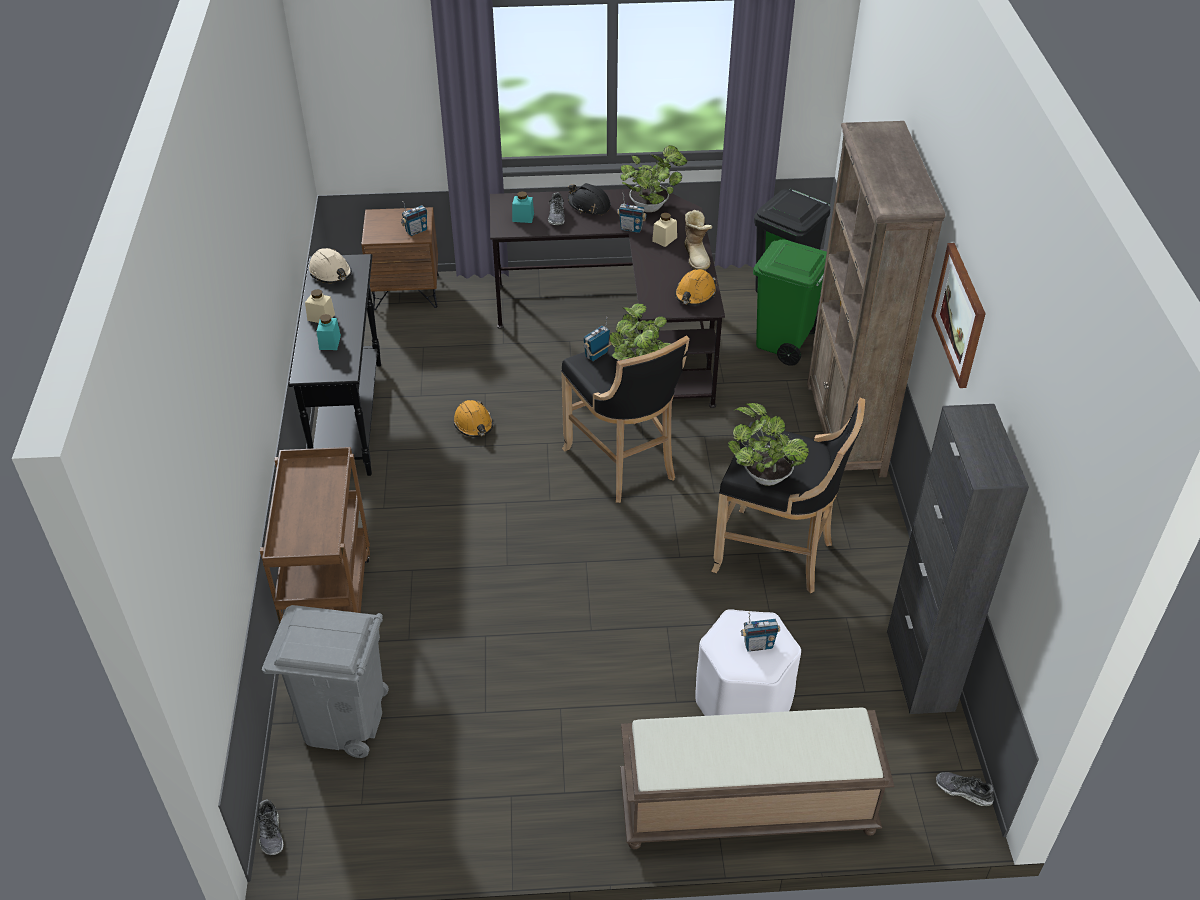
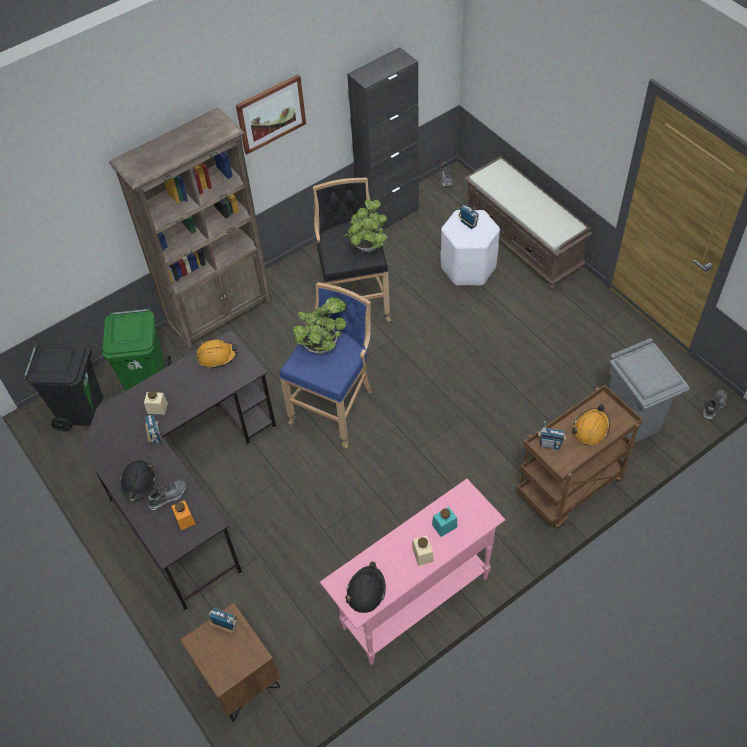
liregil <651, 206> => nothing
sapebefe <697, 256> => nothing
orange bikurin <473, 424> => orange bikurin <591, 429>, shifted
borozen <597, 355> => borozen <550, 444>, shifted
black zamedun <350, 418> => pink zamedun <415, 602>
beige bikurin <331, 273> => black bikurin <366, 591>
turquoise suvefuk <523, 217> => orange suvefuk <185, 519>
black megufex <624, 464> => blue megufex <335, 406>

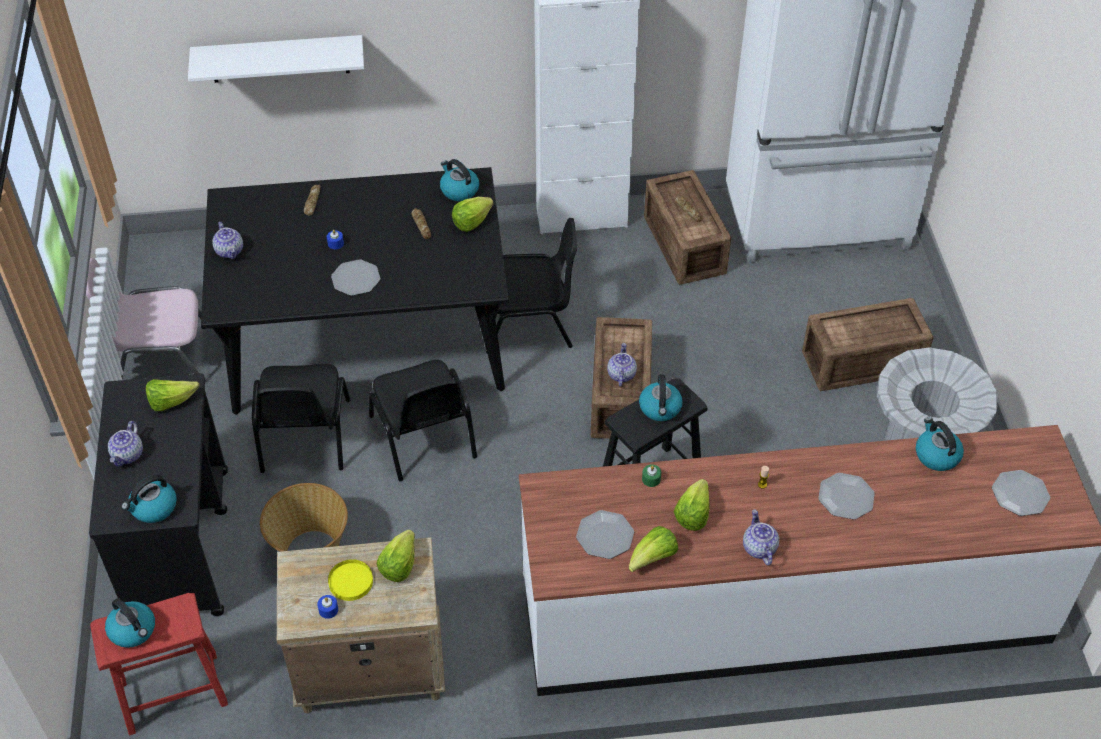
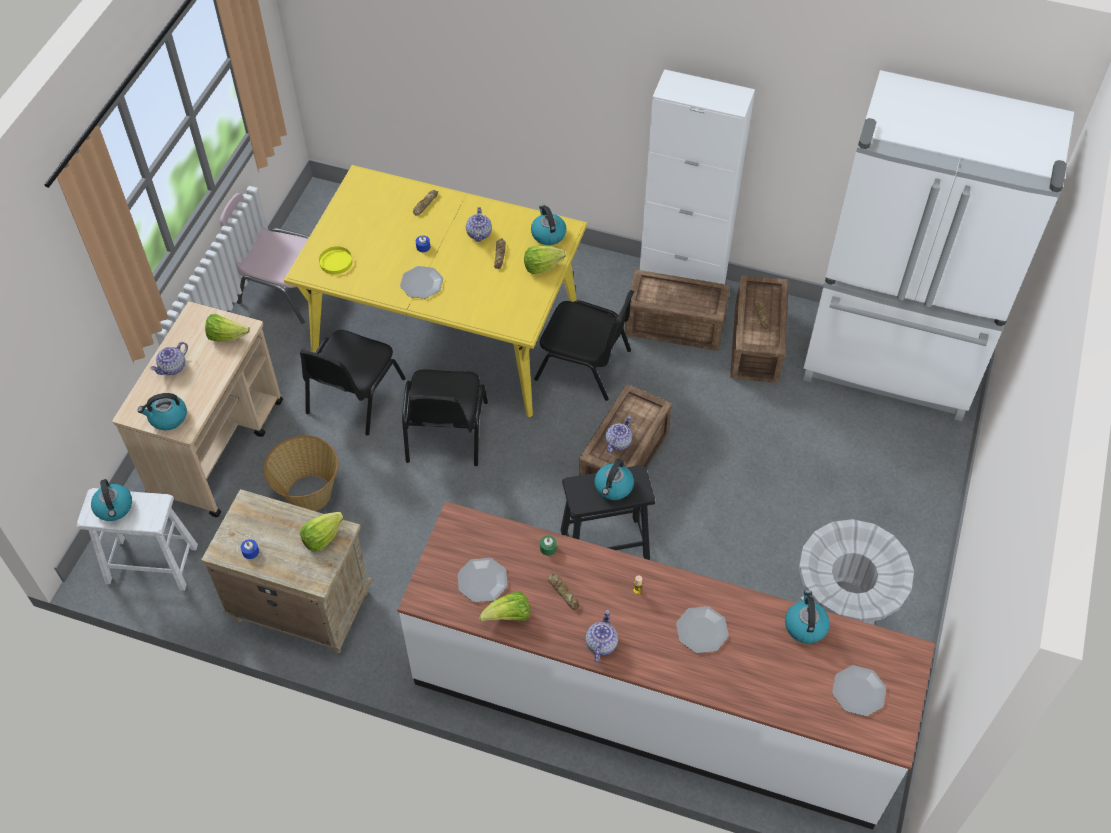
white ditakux <279, 59> => nothing
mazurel <230, 251> => mazurel <479, 234>, shifted
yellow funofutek <350, 581> => yellow funofutek <336, 261>, shifted
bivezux <864, 363> => bivezux <676, 326>, shifted
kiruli <692, 514> => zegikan <564, 592>
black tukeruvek <179, 543> => beige tukeruvek <217, 447>
red megufex <173, 692> => white megufex <152, 563>
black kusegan <368, 338> => yellow kusegan <447, 331>

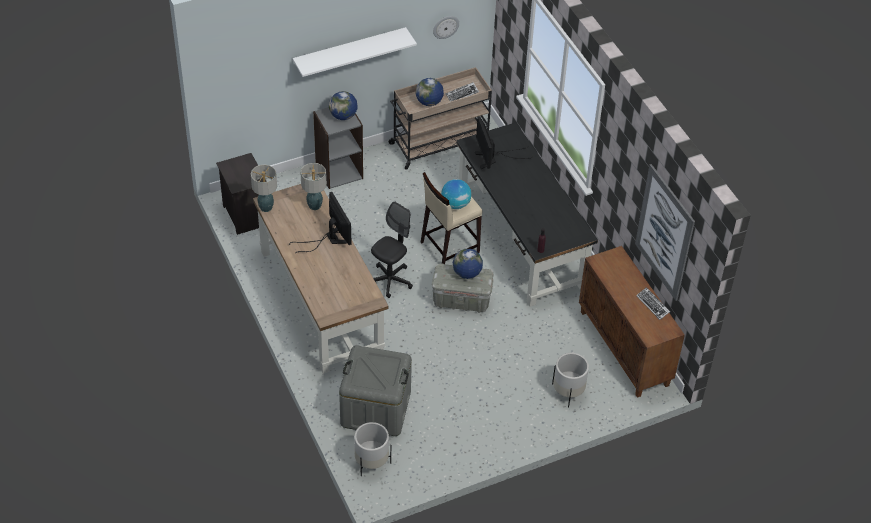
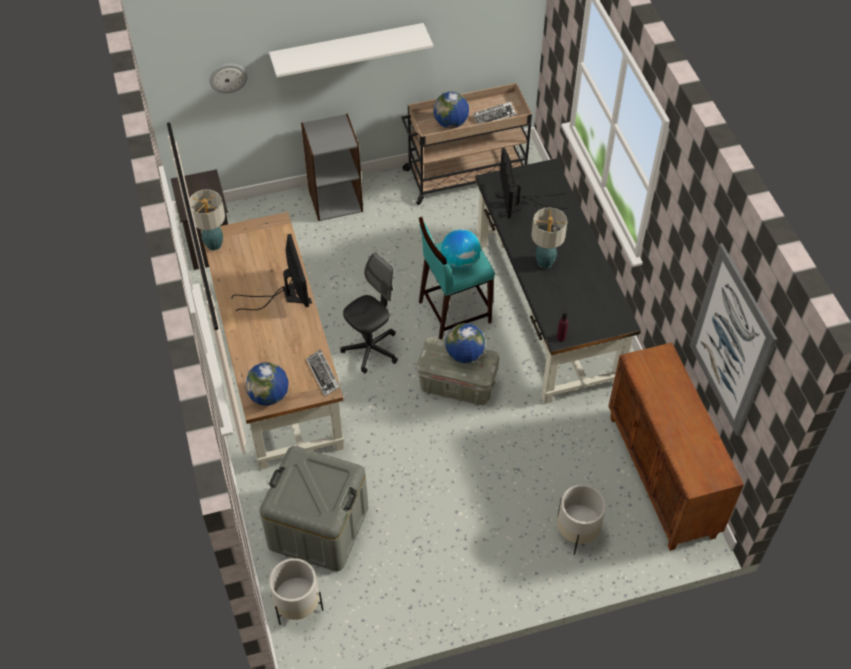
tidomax <315, 205> => tidomax <545, 262>, shifted
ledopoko <343, 116> => ledopoko <269, 396>, shifted
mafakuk <445, 26> => mafakuk <228, 77>, shifted
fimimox <653, 305> => fimimox <323, 374>, shifted
beige megufex <449, 247> => turquoise megufex <453, 312>

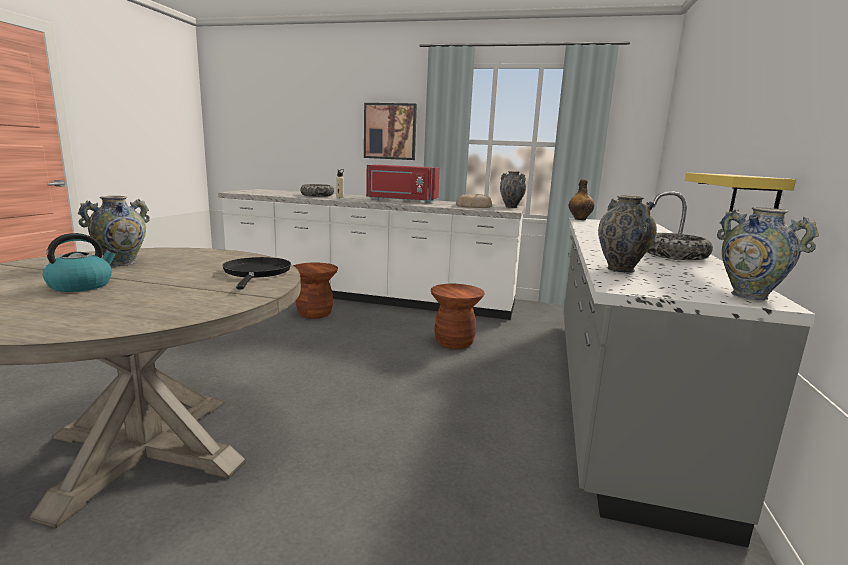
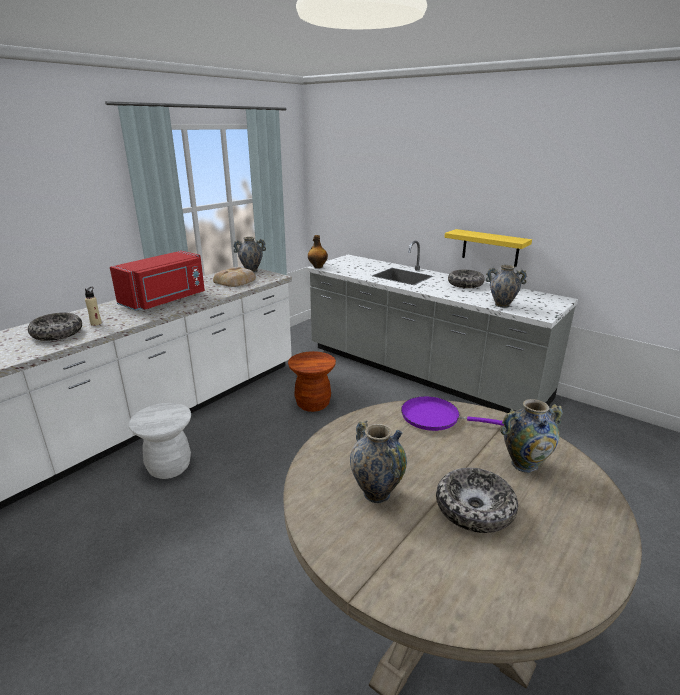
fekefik <390, 131> => nothing
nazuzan <749, 295> => nazuzan <524, 464>, shifted
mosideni <82, 285> => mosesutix <474, 508>
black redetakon <257, 273> => purple redetakon <434, 417>
brown megufex <315, 314> => white megufex <169, 467>

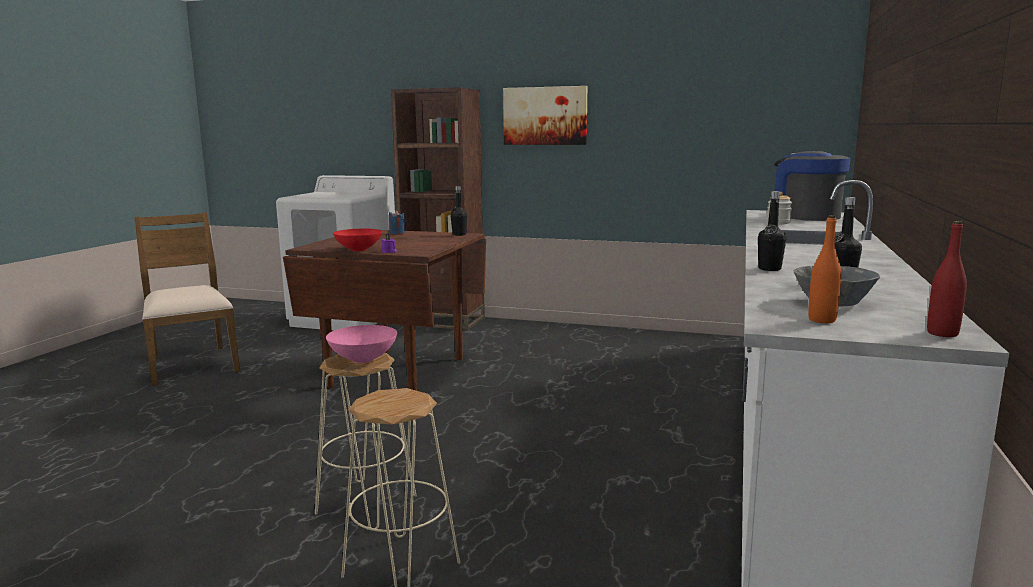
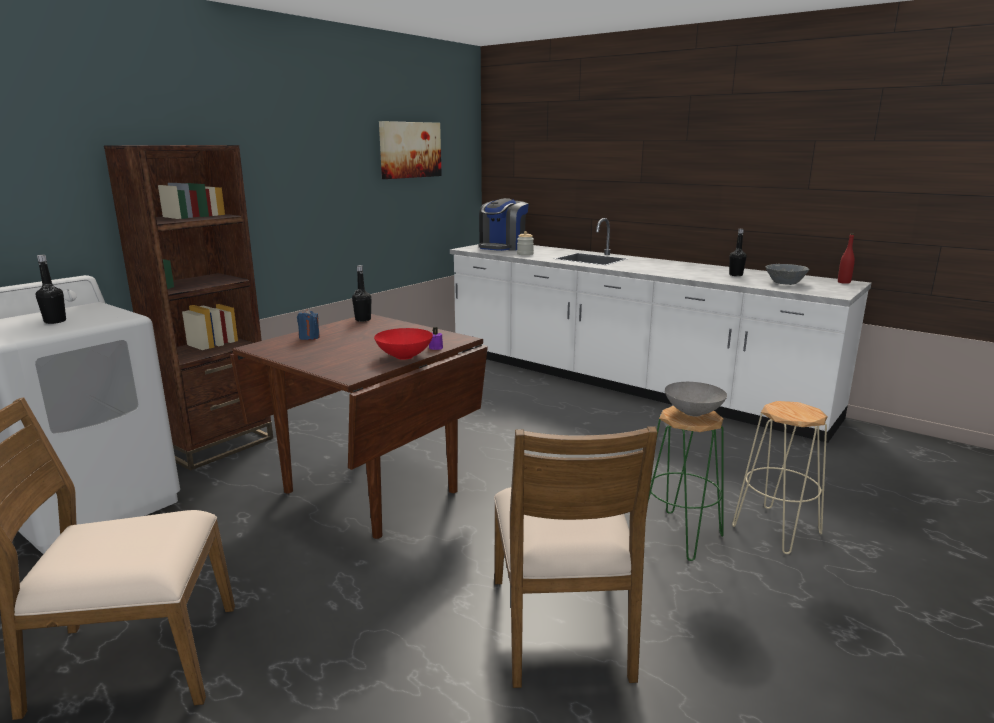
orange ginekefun <822, 320> => nothing
nothing => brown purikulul <562, 626>
fekefik <545, 116> => fekefik <410, 150>, shifted
black ginekefun <769, 269> => black ginekefun <55, 321>, shifted
beige megufex <366, 505> => green megufex <680, 536>
pink mosesutix <362, 359> => grey mosesutix <693, 413>
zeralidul <804, 216> => zeralidul <502, 247>, 60 degrees counterclockwise

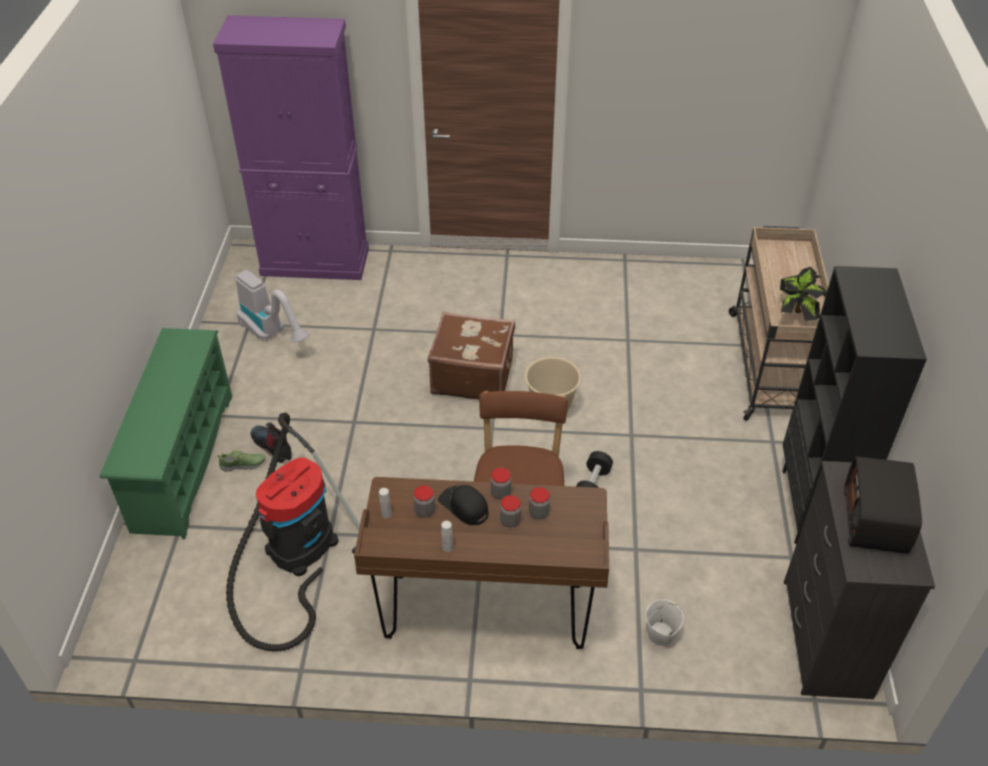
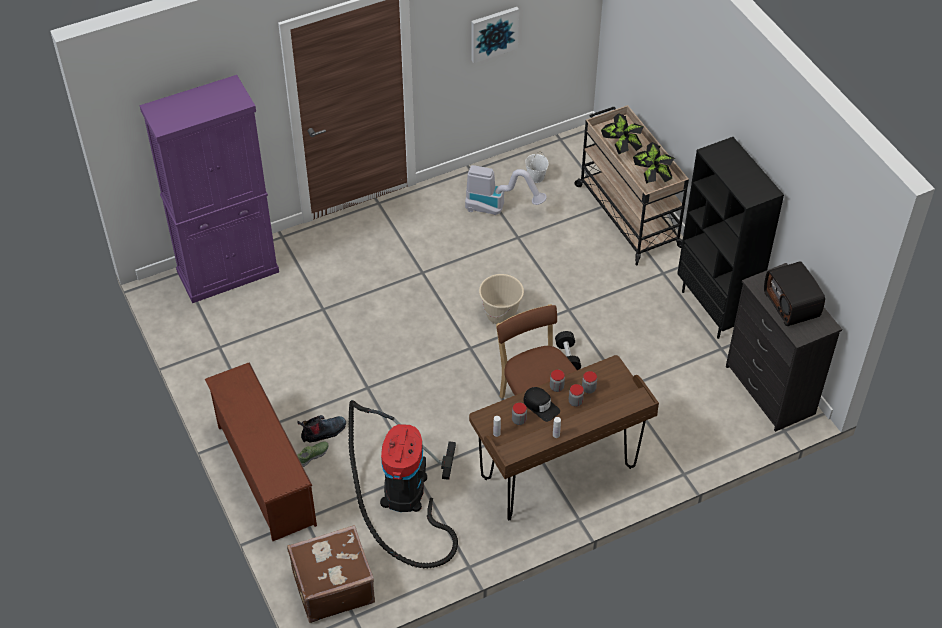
nothing => fekefik <494, 33>
nothing => liregil <621, 149>
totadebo <273, 334> => totadebo <498, 208>, shifted
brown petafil <472, 375> => brown petafil <332, 586>, shifted
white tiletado <660, 635> => white tiletado <536, 177>, shifted
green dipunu <182, 461> => brown dipunu <264, 474>
sapebefe <273, 446> => sapebefe <323, 432>, 135 degrees clockwise
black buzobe <464, 506> => black buzobe <540, 406>, 150 degrees counterclockwise

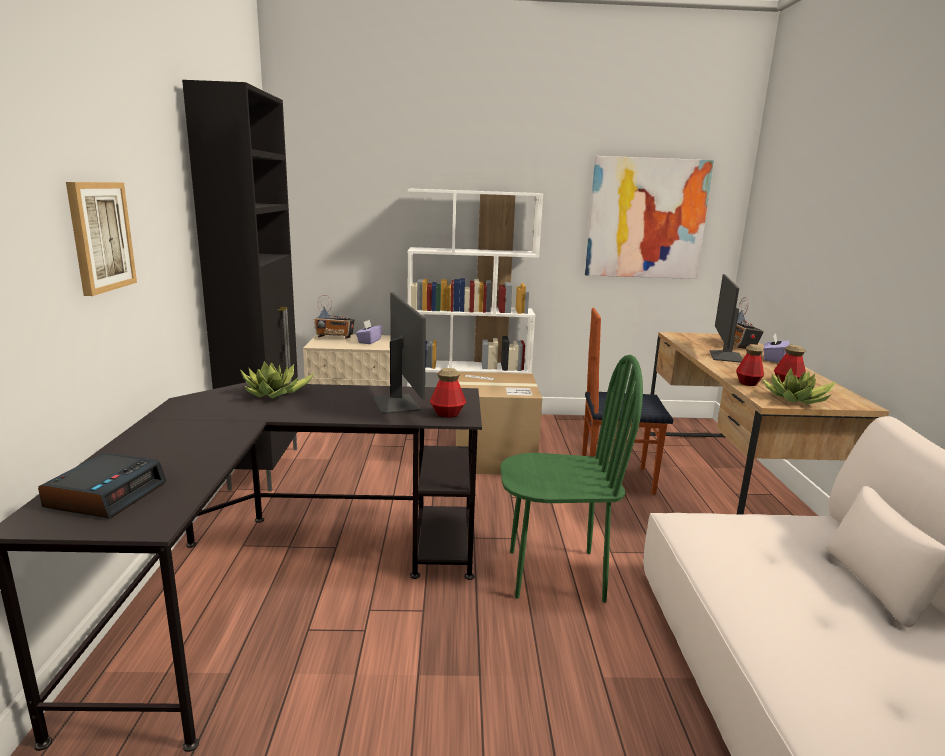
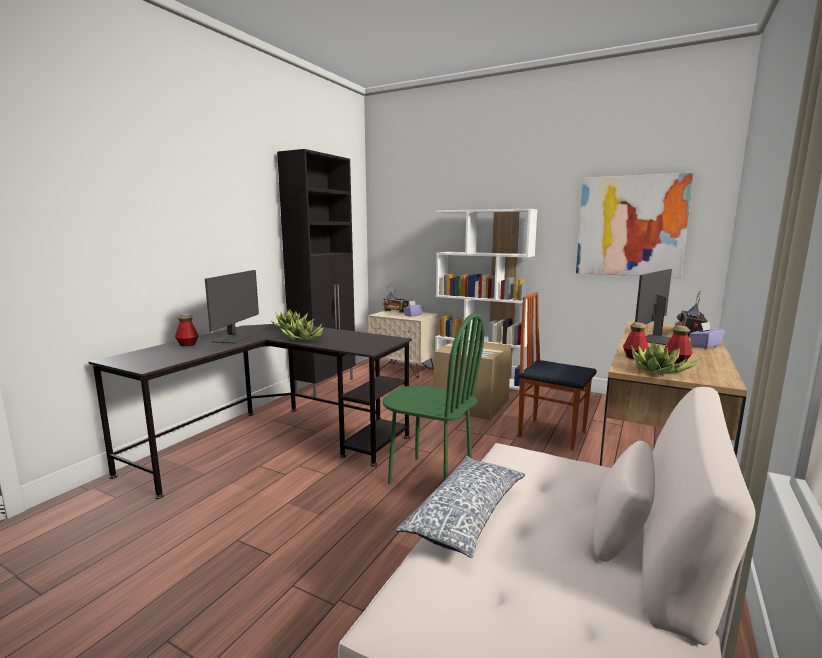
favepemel <107, 495> => nothing
fekefik <100, 236> => nothing
nothing => liregil <303, 339>
nothing => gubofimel <467, 514>
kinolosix <397, 403> => kinolosix <232, 339>, shifted
ginekefun <447, 414> => ginekefun <187, 344>, shifted

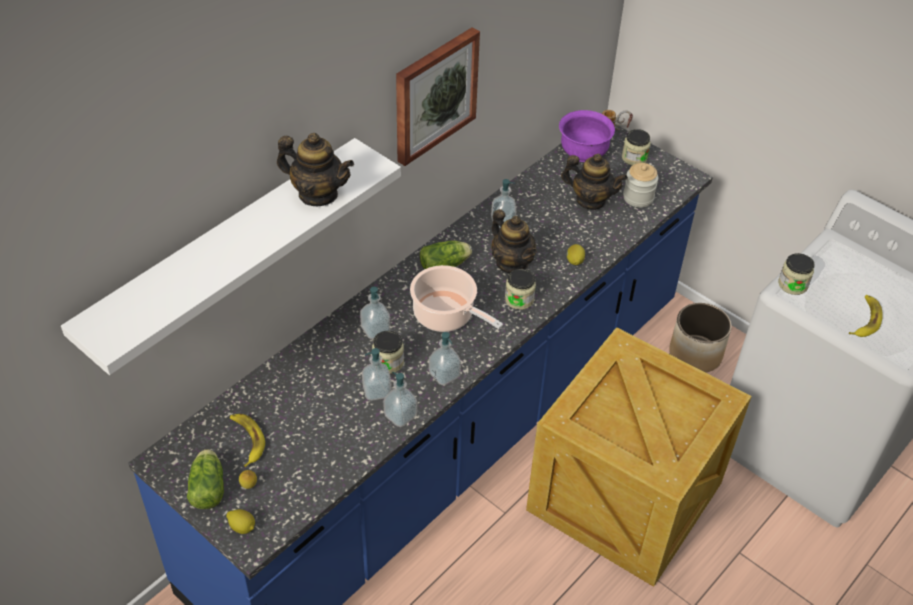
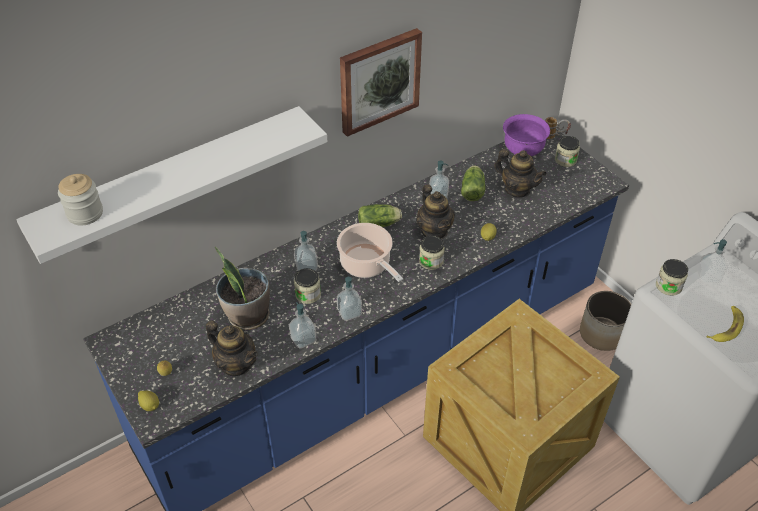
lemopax <247, 440> => nothing
nothing => liregil <247, 315>
kiruli <208, 486> => kiruli <472, 189>, shifted
mazurel <318, 194> => mazurel <236, 364>, shifted
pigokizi <377, 391> => pigokizi <708, 276>, shifted
suvefuk <638, 197> => suvefuk <85, 213>, shifted

